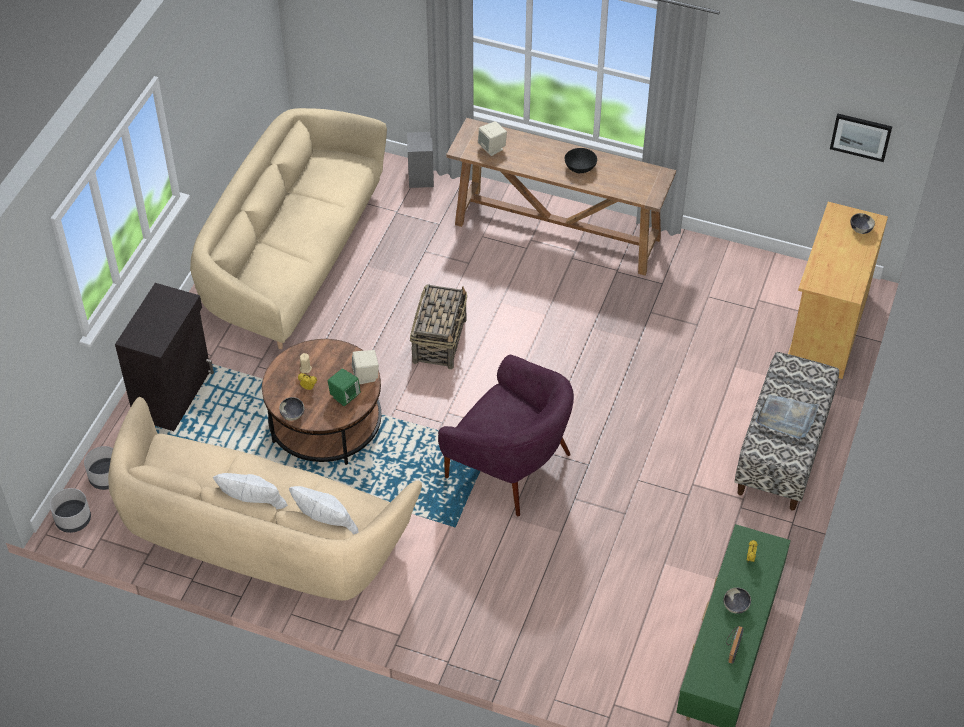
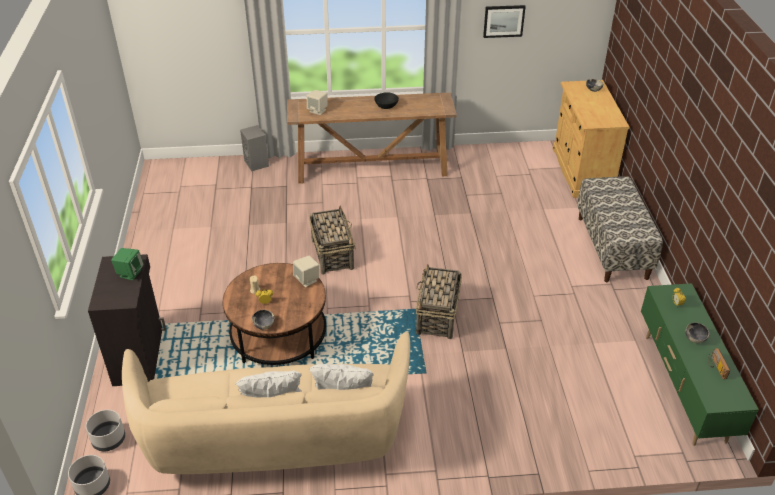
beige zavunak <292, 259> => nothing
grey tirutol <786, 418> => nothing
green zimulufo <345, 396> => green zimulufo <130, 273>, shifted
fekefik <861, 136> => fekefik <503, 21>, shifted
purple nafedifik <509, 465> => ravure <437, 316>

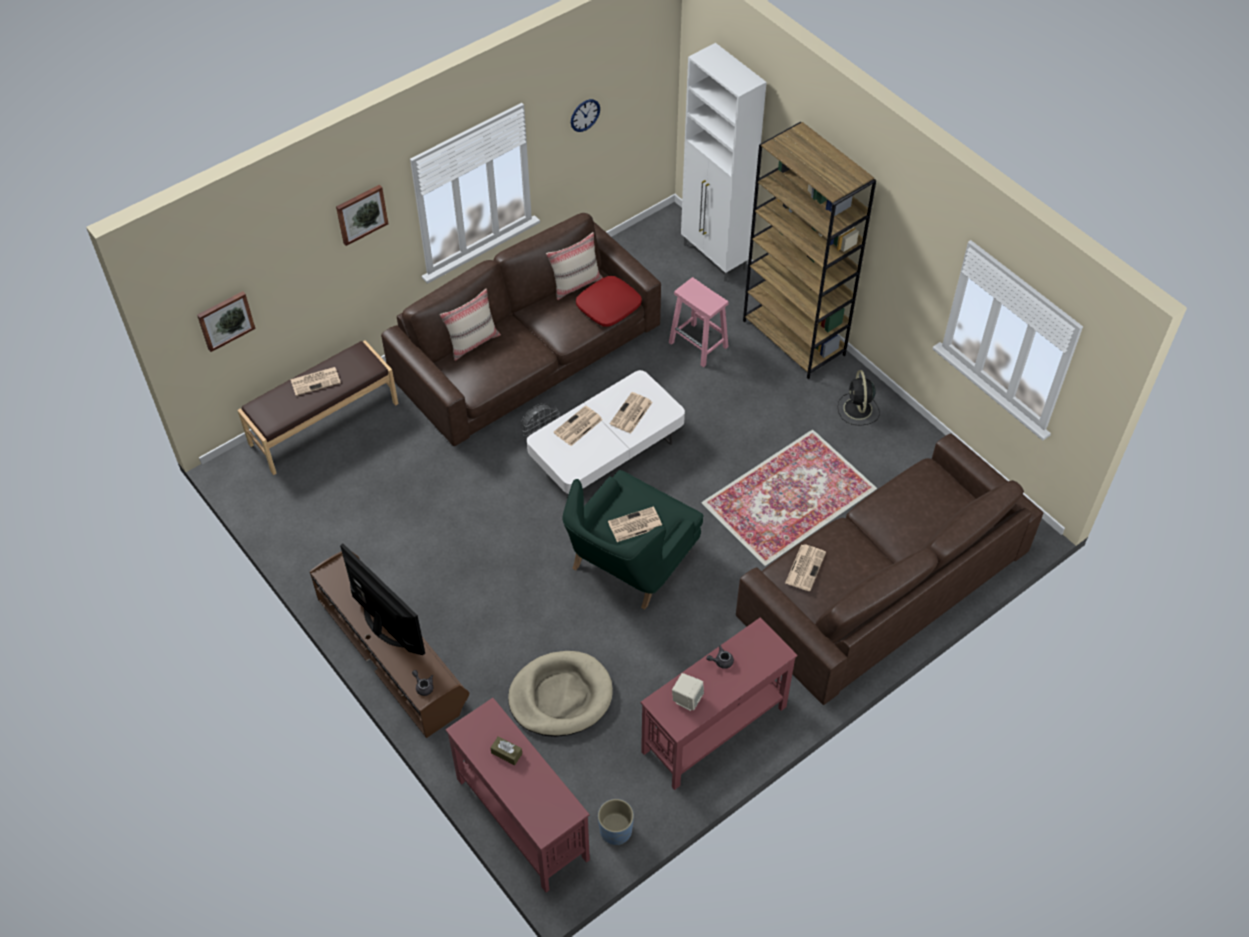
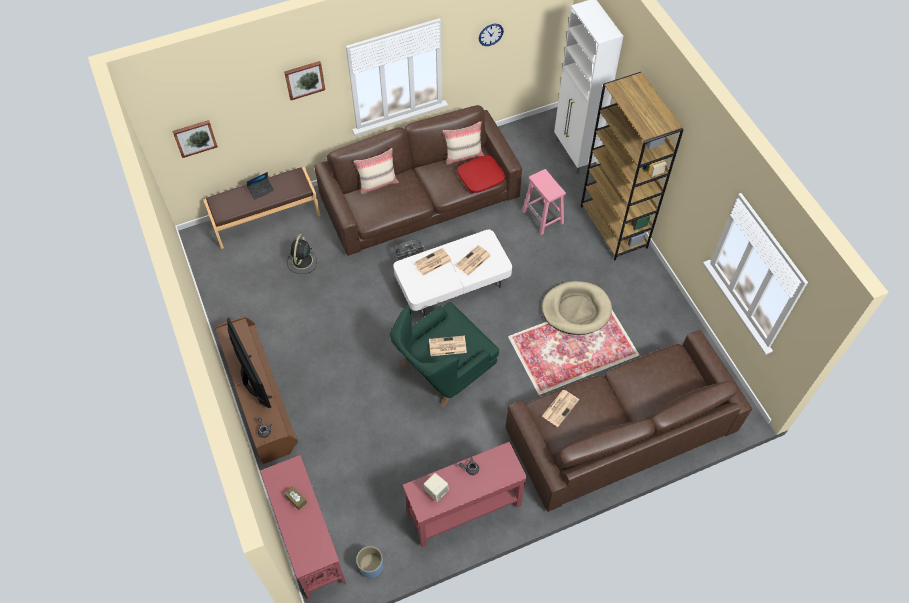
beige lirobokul <560, 696> => beige lirobokul <576, 309>, shifted
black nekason <858, 409> => black nekason <302, 261>, shifted
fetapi <316, 381> => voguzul <261, 190>

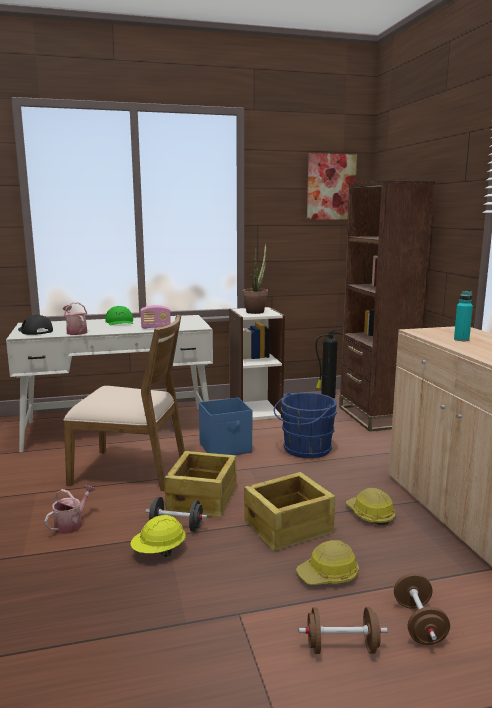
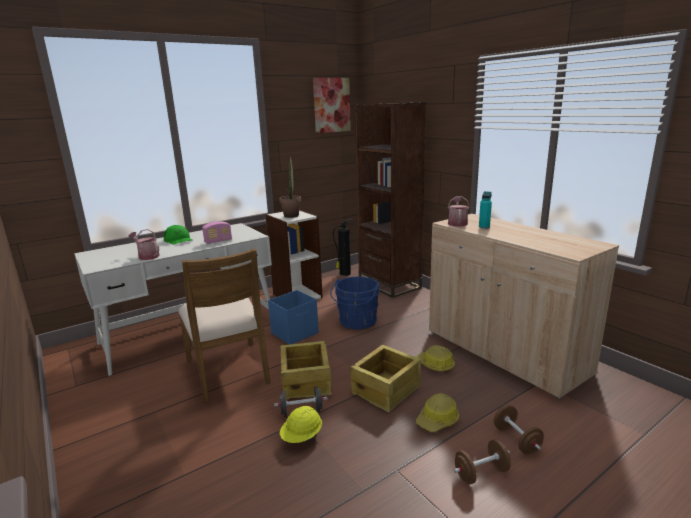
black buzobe <35, 331> => nothing
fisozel <71, 524> => fisozel <457, 223>, shifted
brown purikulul <131, 471> => brown purikulul <228, 370>, 75 degrees clockwise

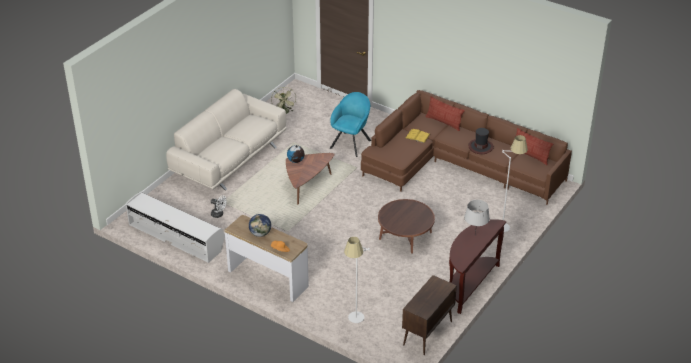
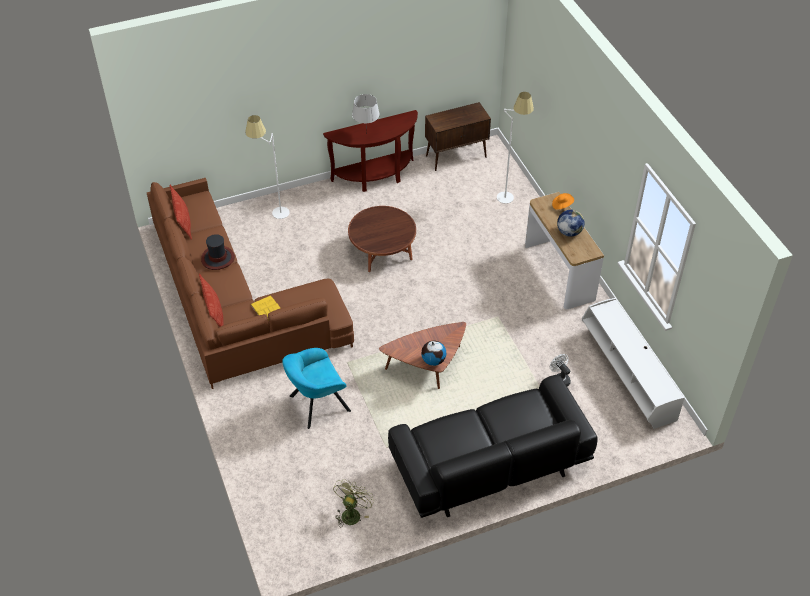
beige zavunak <229, 158> => black zavunak <489, 464>

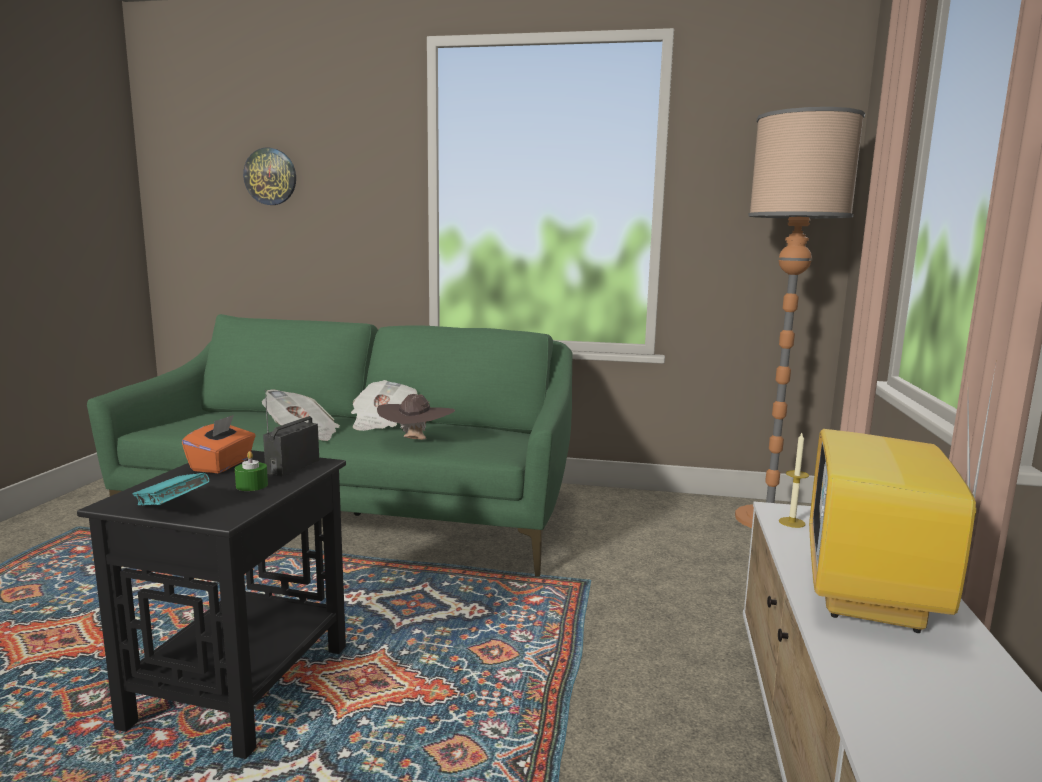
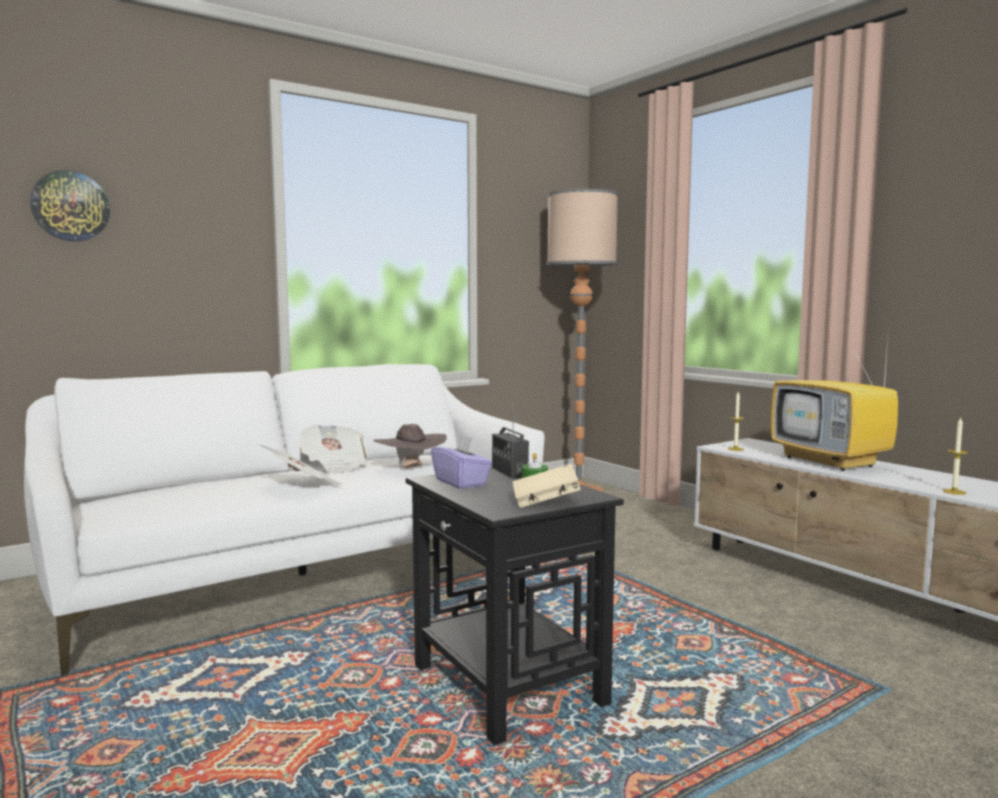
nothing => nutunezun <954, 492>
green zavunak <357, 514> => white zavunak <302, 574>
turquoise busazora <172, 507> => beige busazora <545, 502>
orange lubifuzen <222, 465> => purple lubifuzen <461, 483>

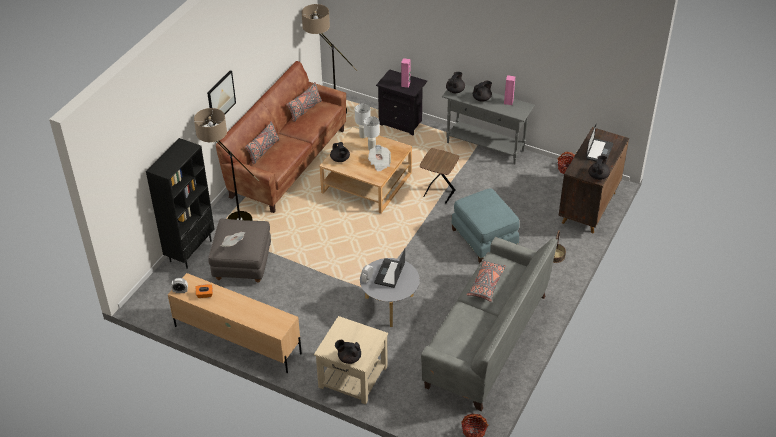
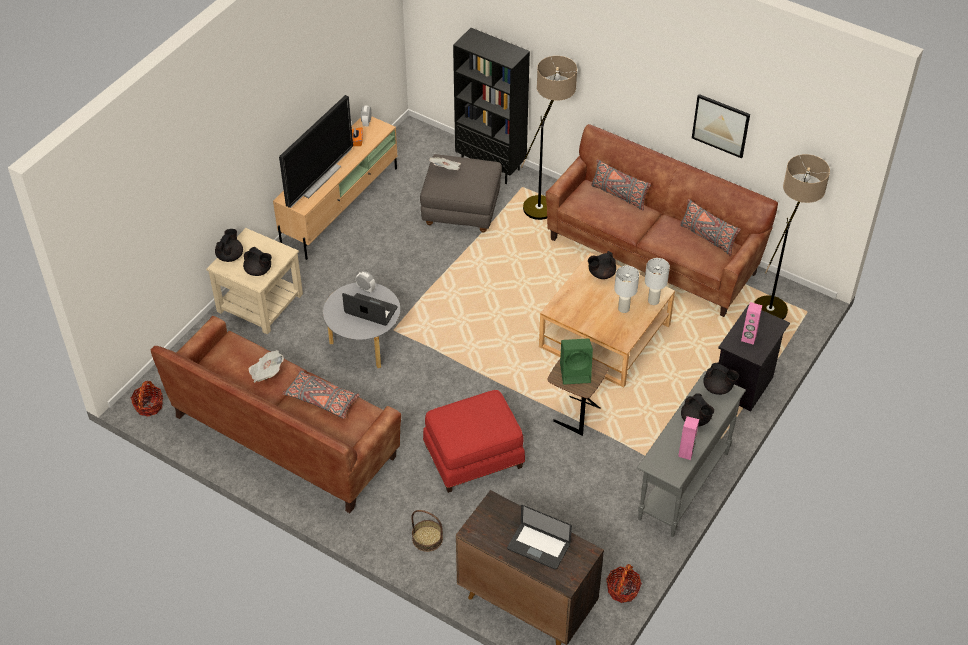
nothing => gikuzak <318, 179>
nothing => green zimulufo <576, 372>
fekefik <221, 97> => fekefik <721, 125>, shifted
fetapi <379, 163> => fetapi <266, 372>, shifted
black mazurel <598, 176> => black mazurel <259, 271>, shifted
grey zavunak <487, 340> => brown zavunak <285, 437>
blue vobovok <484, 238> => red vobovok <474, 458>

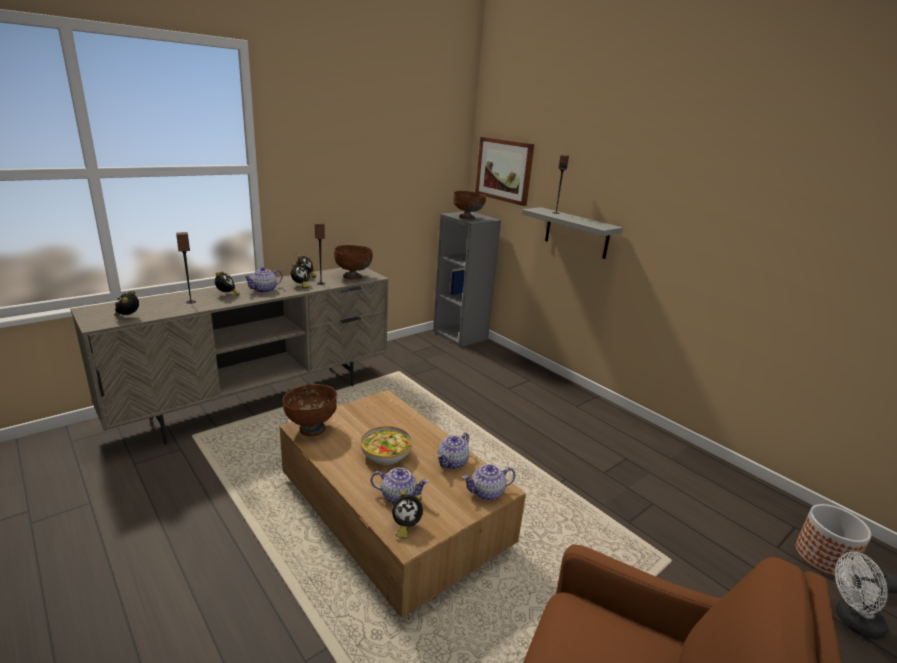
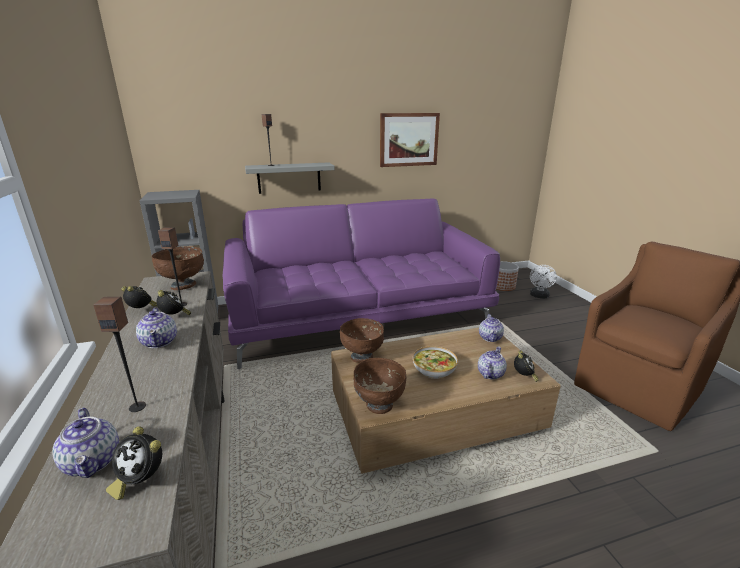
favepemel <227, 295> => nothing
nothing => purple zavunak <359, 315>
mazurel <452, 463> => mazurel <93, 461>, shifted
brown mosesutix <467, 218> => brown mosesutix <362, 357>, shifted
fekefik <504, 170> => fekefik <408, 139>, shifted

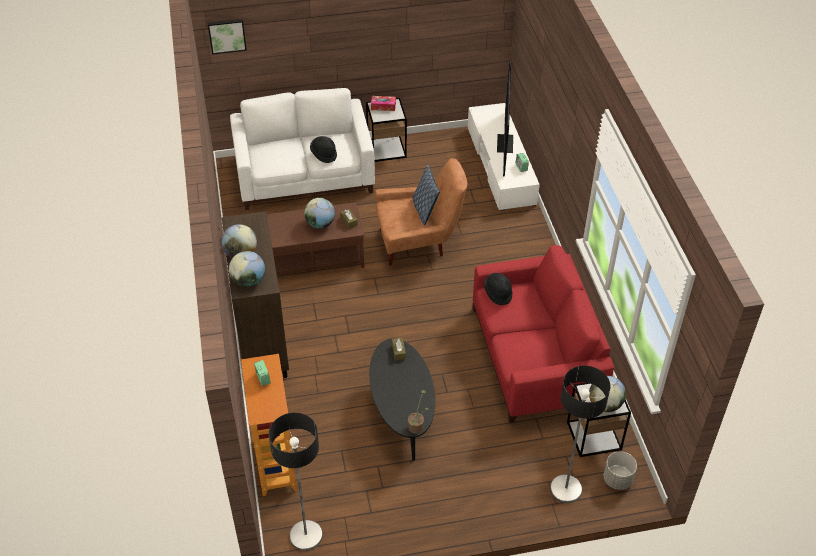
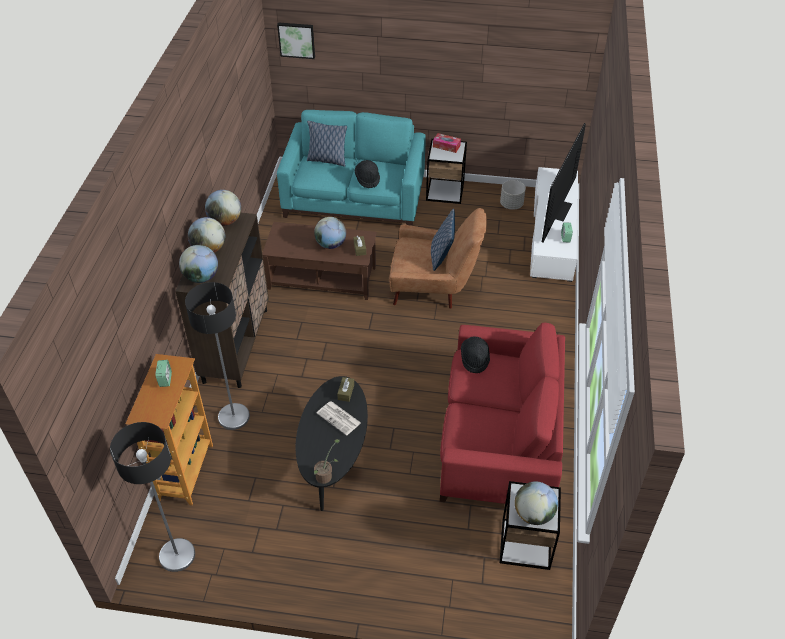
nothing => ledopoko <225, 221>
nothing => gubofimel <327, 160>
nothing => fetapi <339, 418>
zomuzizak <566, 489> => zomuzizak <234, 416>, shifted
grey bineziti <618, 479> => grey bineziti <511, 204>, shifted
white zavunak <304, 175> => turquoise zavunak <354, 198>

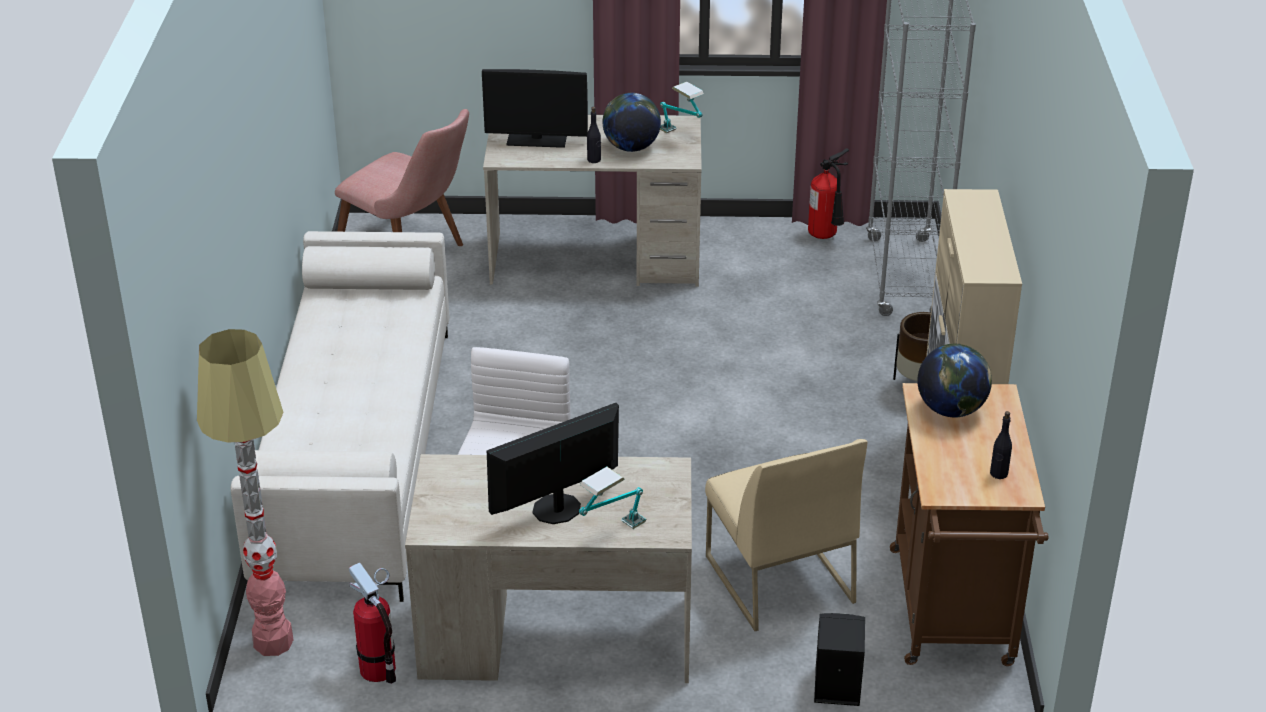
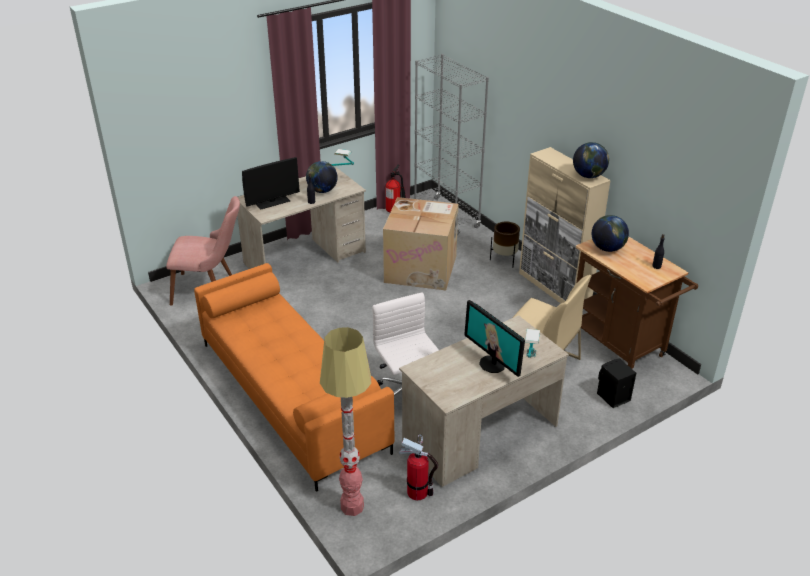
nothing => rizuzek <422, 268>
nothing => ledopoko <588, 176>
white zavunak <356, 455> => orange zavunak <290, 395>
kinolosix <557, 509> => kinolosix <492, 364>, 60 degrees counterclockwise

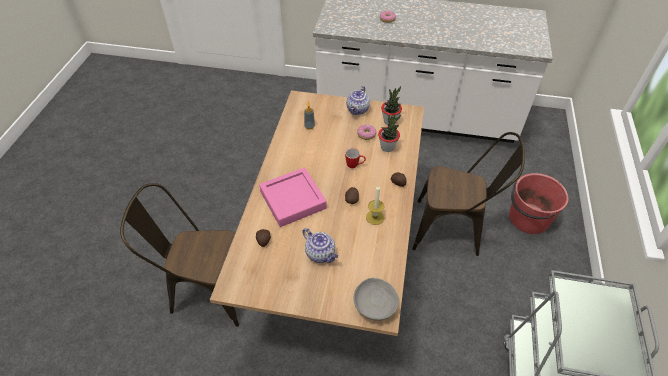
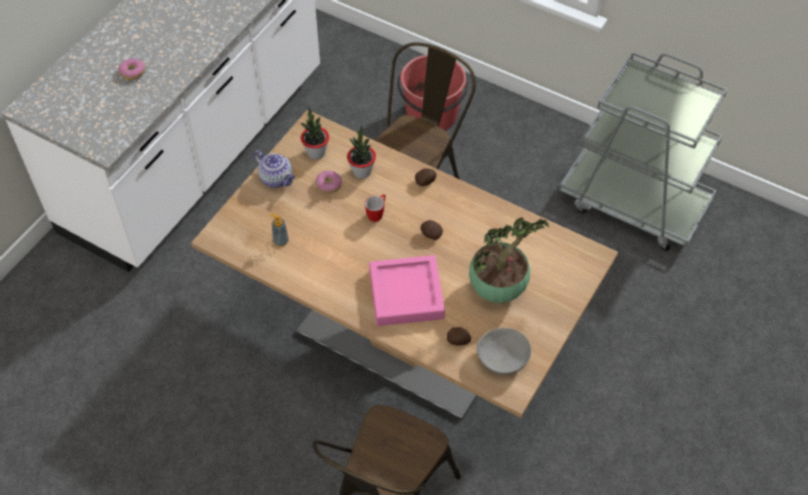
nutunezun <375, 217> => nothing
grey mosesutix <374, 306> => grey mosesutix <502, 360>, shifted
mazurel <321, 254> => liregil <499, 288>

